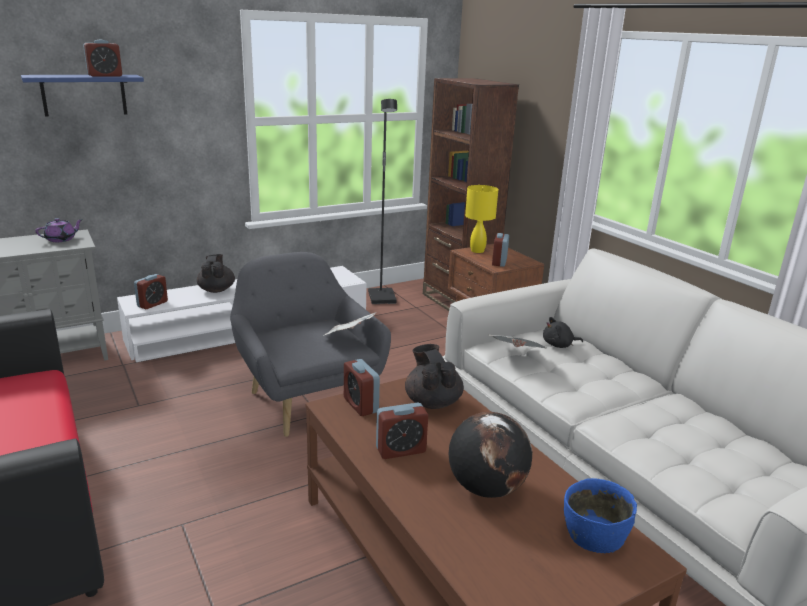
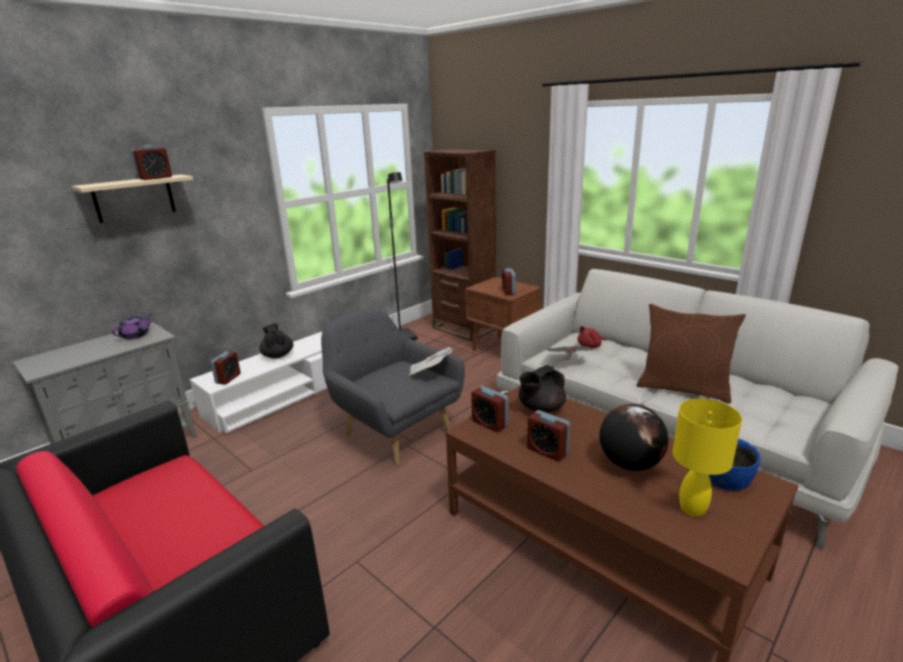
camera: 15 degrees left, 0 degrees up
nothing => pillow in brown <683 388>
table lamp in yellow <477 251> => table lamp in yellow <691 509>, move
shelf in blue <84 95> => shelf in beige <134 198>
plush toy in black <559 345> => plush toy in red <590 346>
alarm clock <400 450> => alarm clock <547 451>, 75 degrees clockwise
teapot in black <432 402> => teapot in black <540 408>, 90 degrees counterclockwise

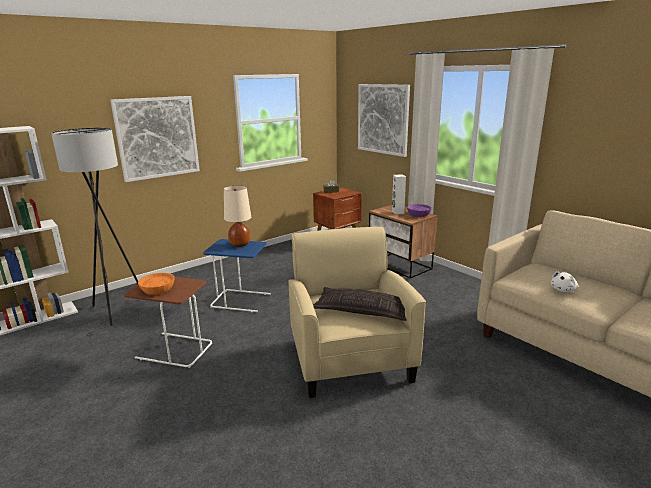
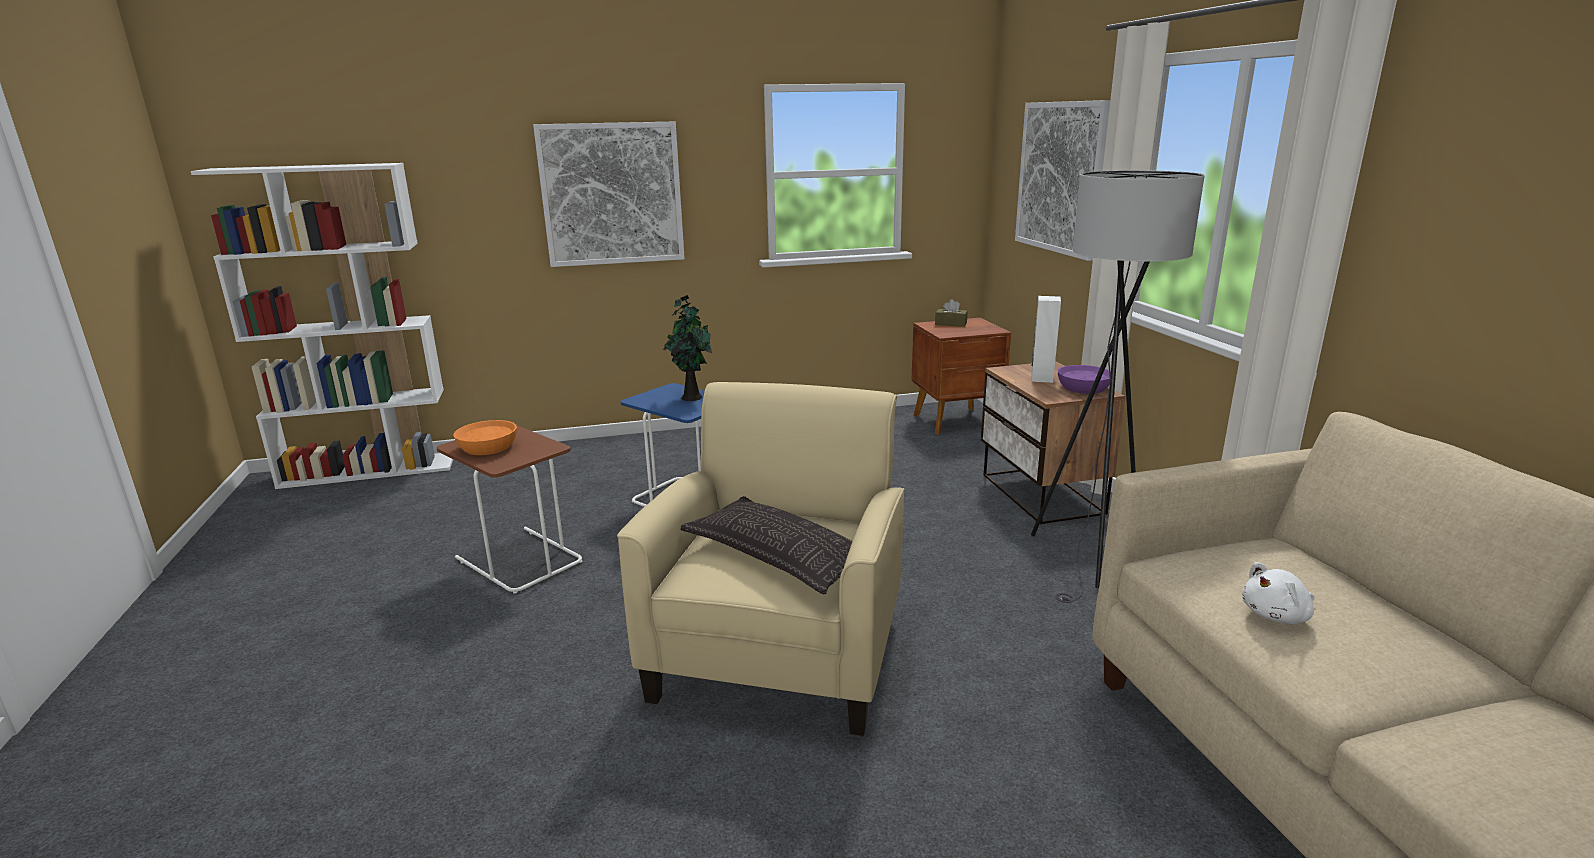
camera: 25 degrees right, 0 degrees up
floor lamp in grey <117 312> => floor lamp in grey <1091 559>, move
table lamp in beige <239 244> => potted plant <690 397>

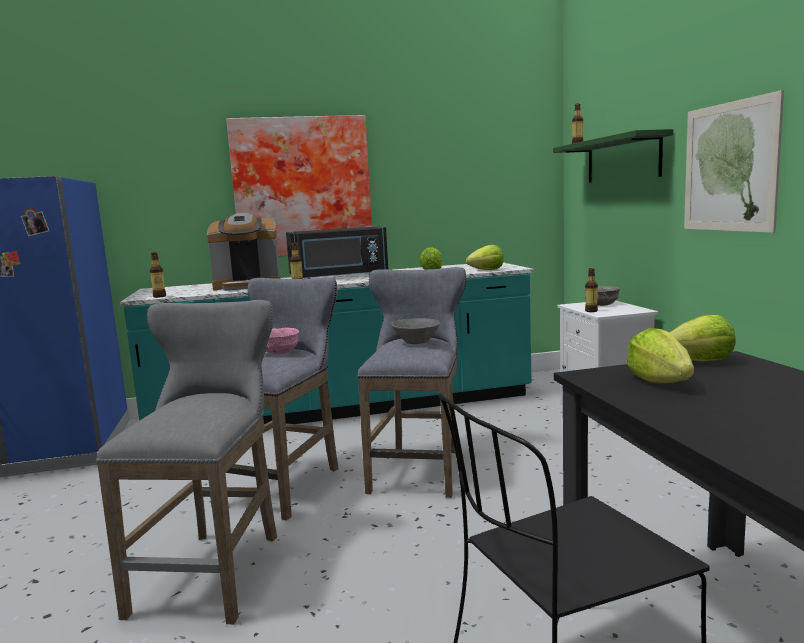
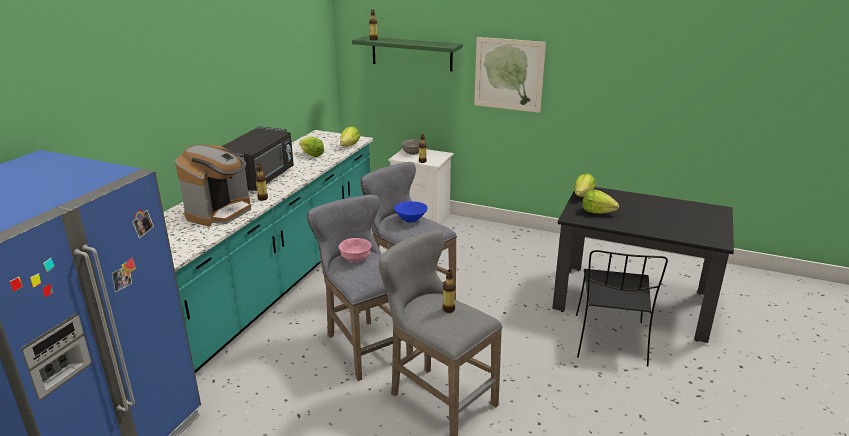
camera: 55 degrees left, 15 degrees up
picture <302 187> => nothing
bottle <159 296> => bottle <448 309>, move
bowl in grey <416 342> => bowl in blue <411 220>

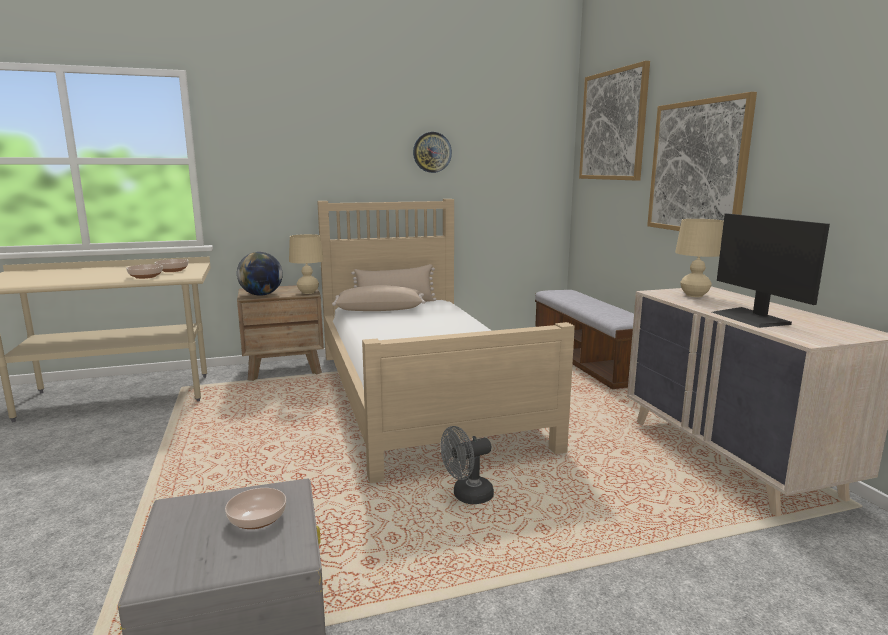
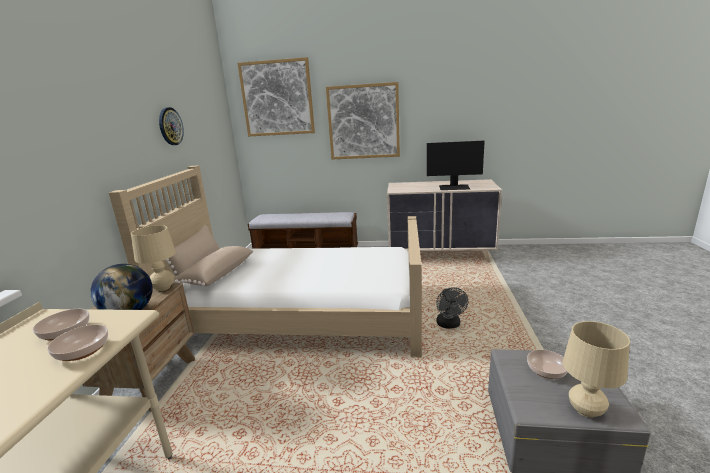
camera: 65 degrees left, 5 degrees up
table lamp in beige <694 295> => table lamp in beige <586 410>, move

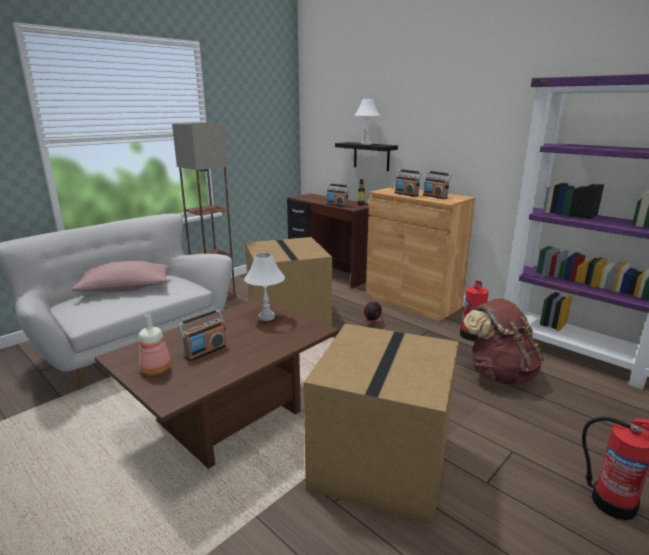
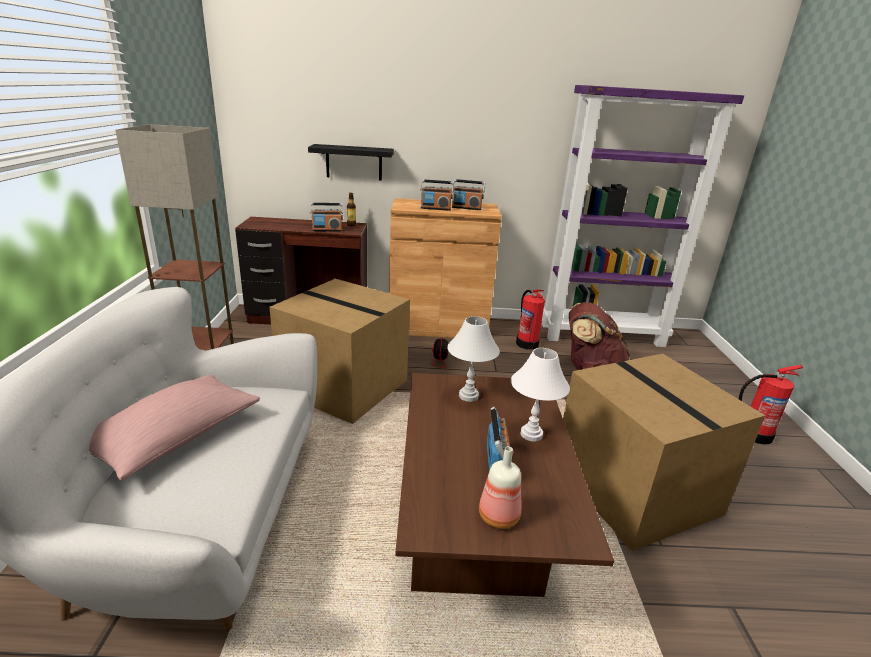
camera: 45 degrees left, 5 degrees up
table lamp in white <366 144> => table lamp in white <531 434>, move

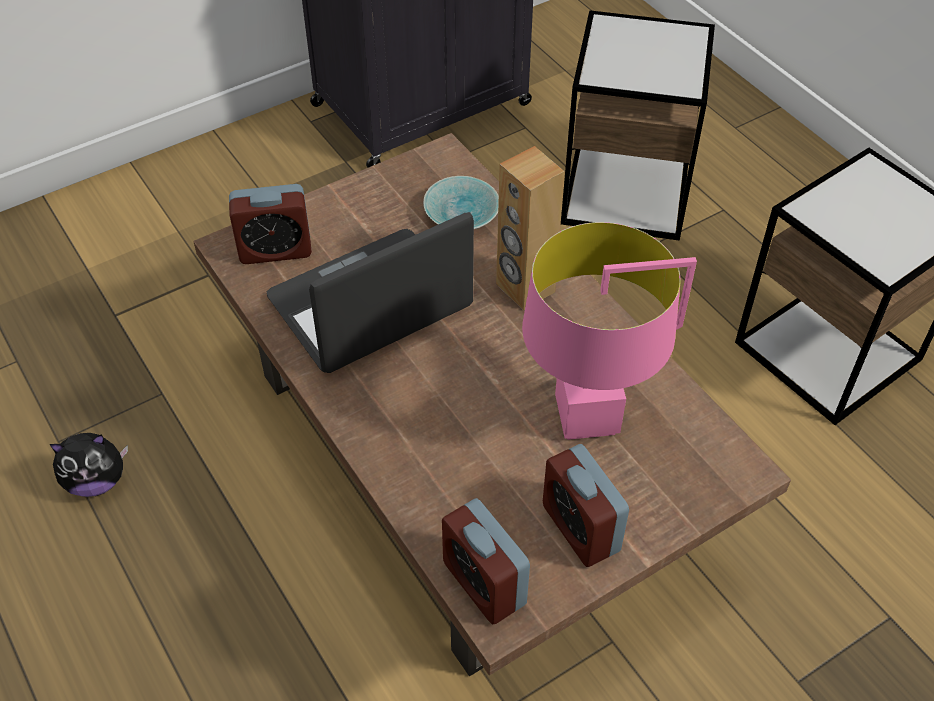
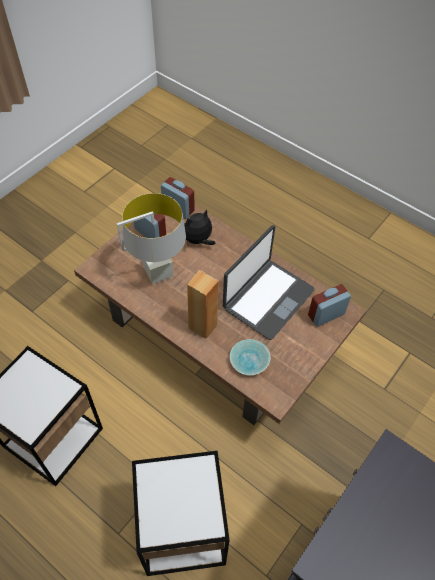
camera: 160 degrees right, 5 degrees up
plush toy <97 481> => plush toy <198 241>, move
table lamp in pink <587 418> => table lamp in grey <158 273>

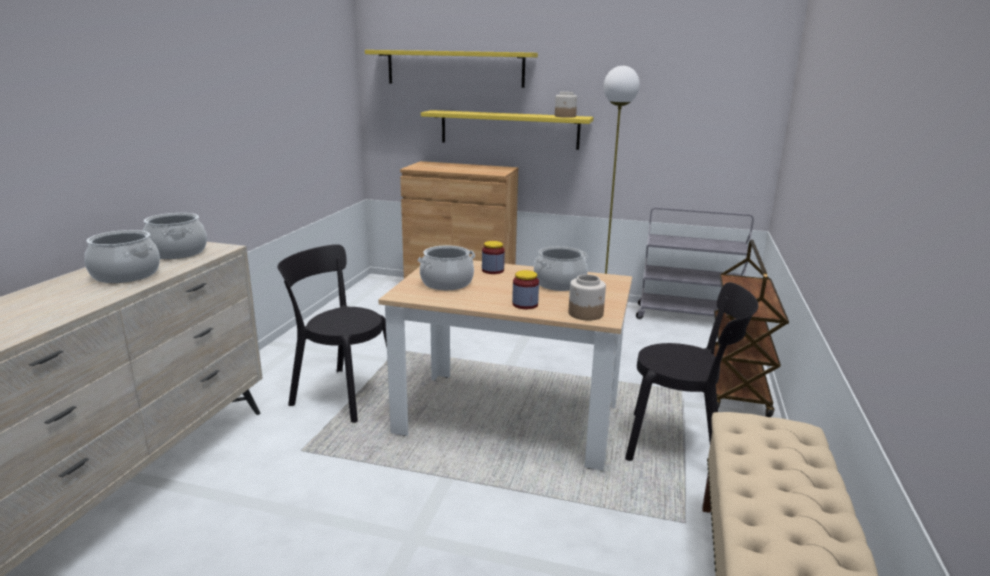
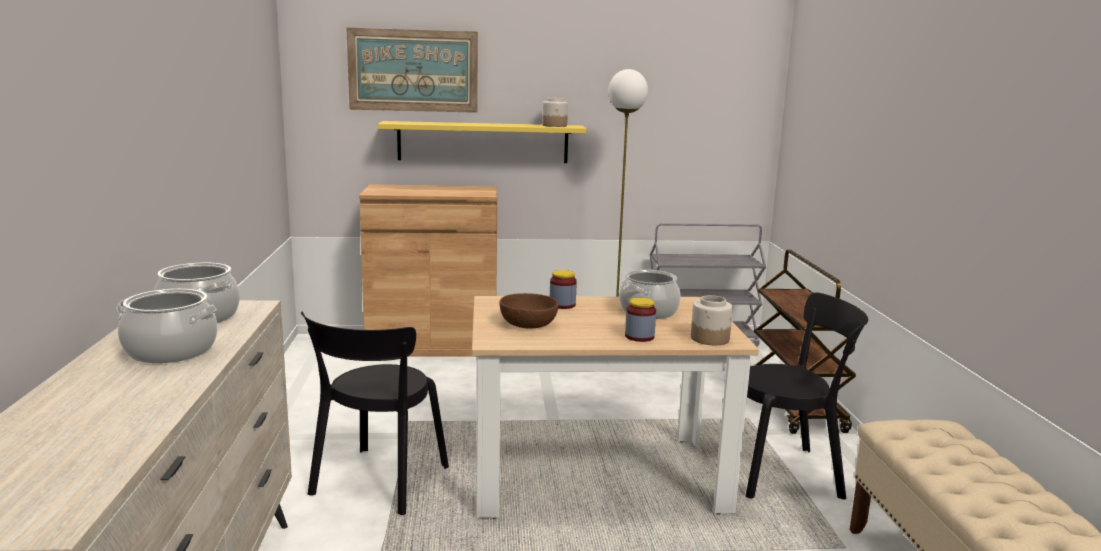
camera: 20 degrees left, 5 degrees down
shelf in yellow <455 68> => picture <413 70>
cooking pot <446 283> => bowl in brown <528 323>
chair in black <341 393> => chair in black <377 483>, 75 degrees counterclockwise

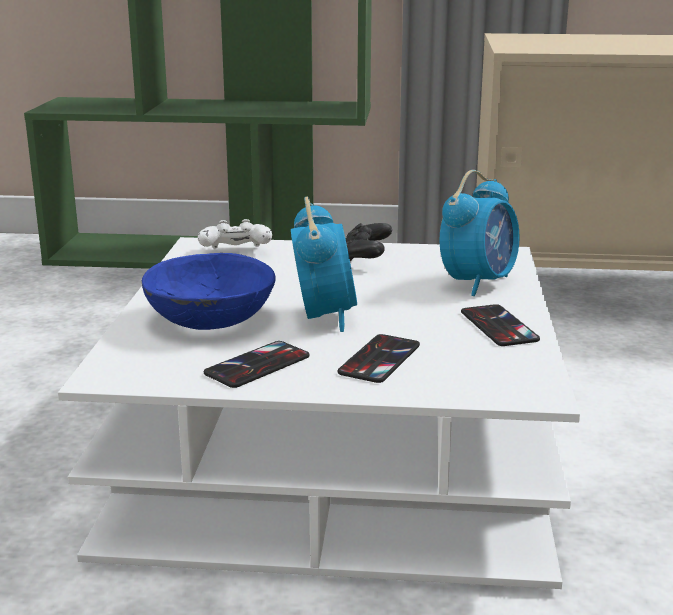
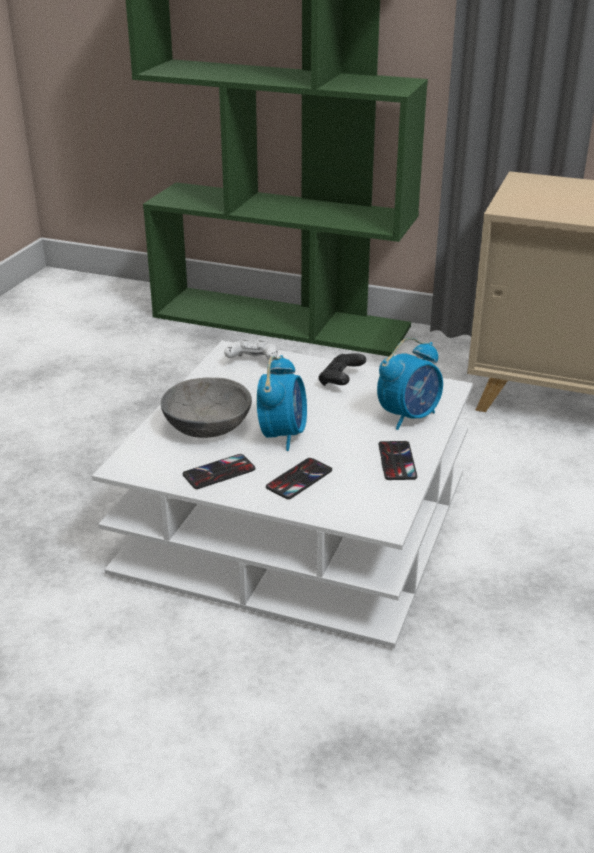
camera: 15 degrees right, 10 degrees up
bowl in blue <209 319> => bowl in grey <206 426>

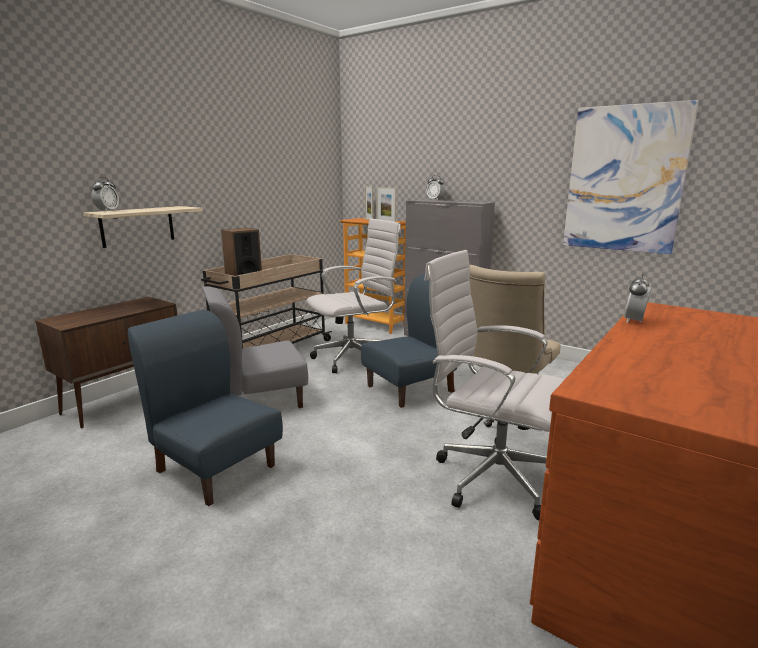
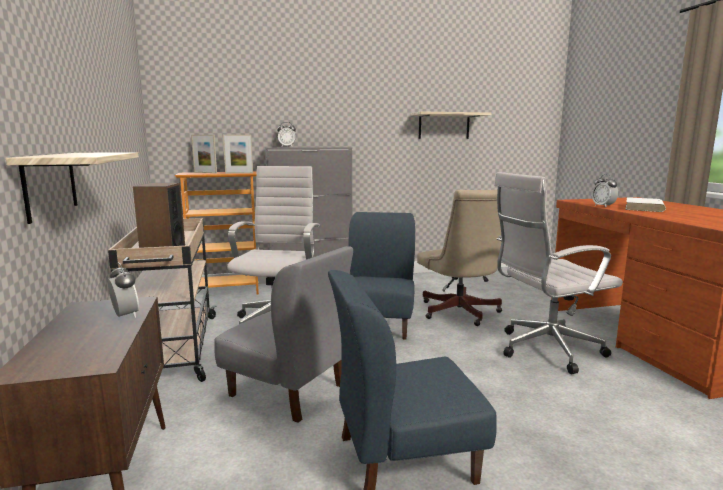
camera: 50 degrees left, 5 degrees down
nothing => book in white <644 208>
alarm clock <107 211> => alarm clock <125 316>, move
picture <624 179> => shelf <444 126>
chair in grey <260 401> => chair in grey <288 390>, 75 degrees counterclockwise

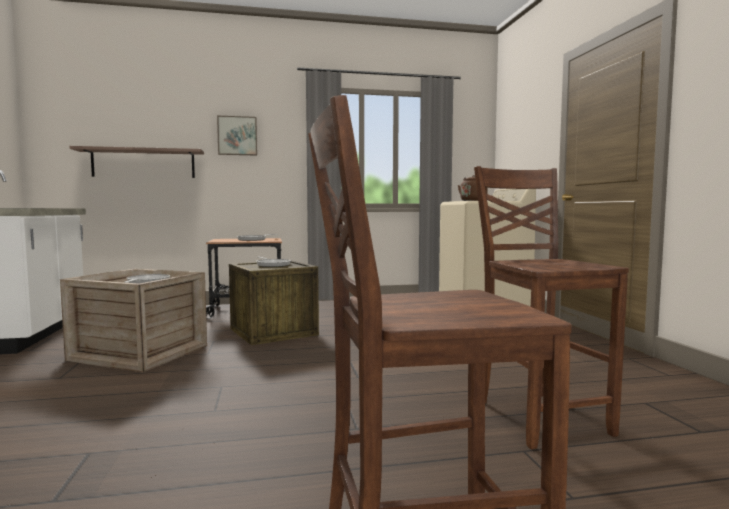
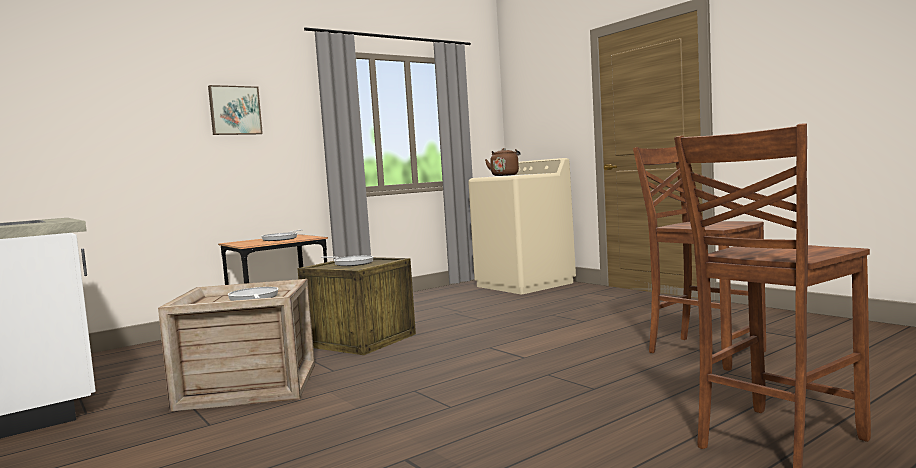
camera: 25 degrees left, 0 degrees up
shelf <143 163> => nothing

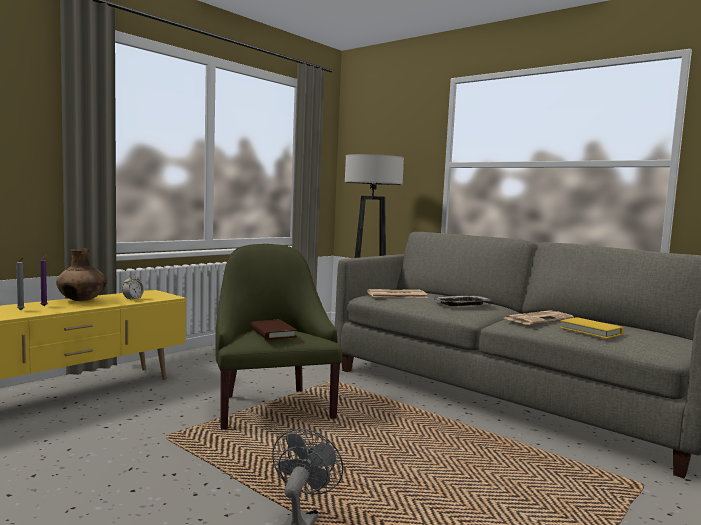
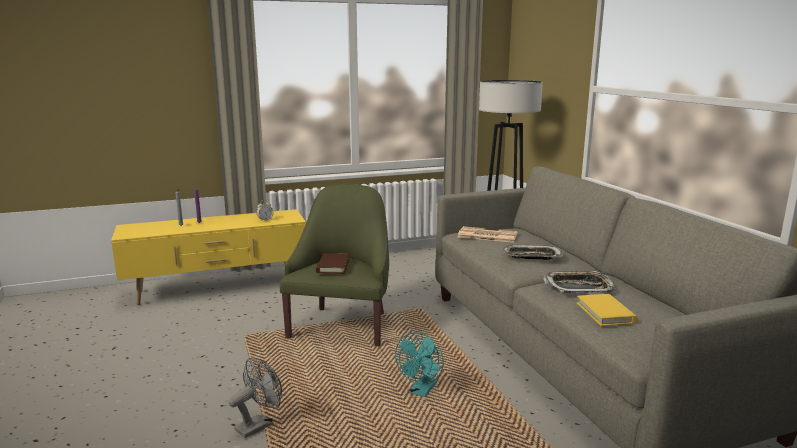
camera: 30 degrees right, 10 degrees up
vase in brown <82 300> => nothing
nothing => fan in turquoise <421 391>
newspaper <538 318> => tray <578 287>

